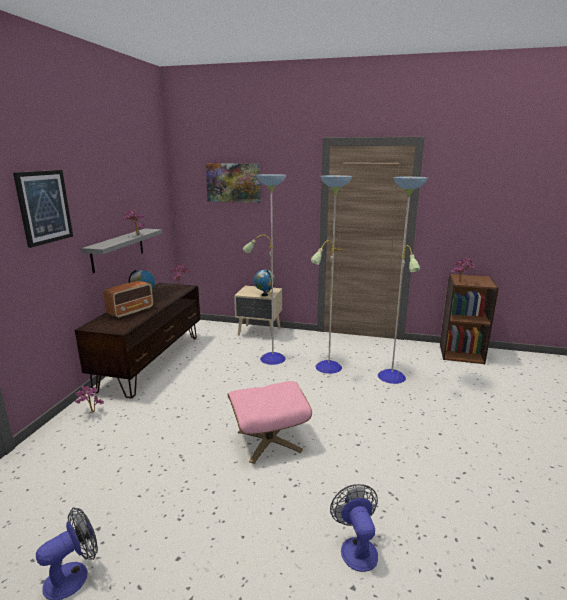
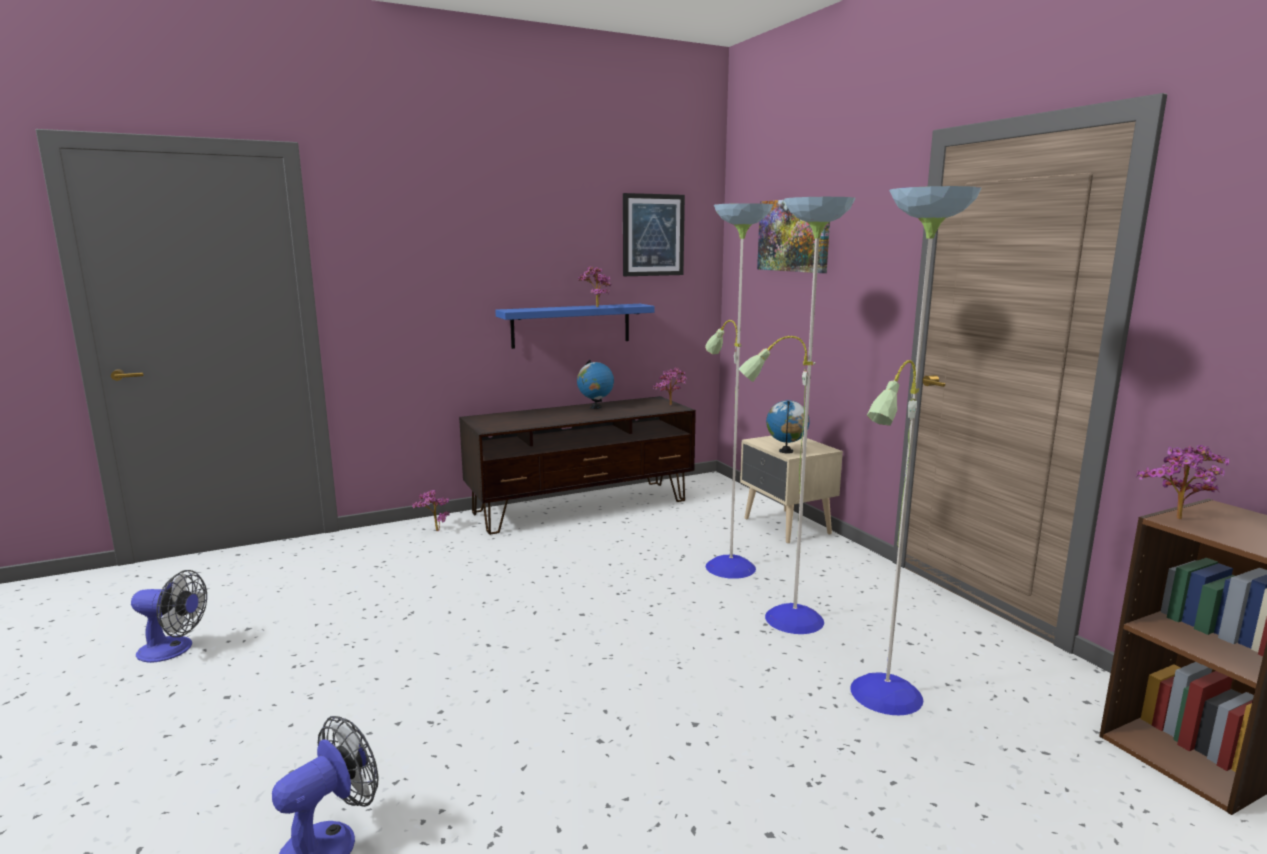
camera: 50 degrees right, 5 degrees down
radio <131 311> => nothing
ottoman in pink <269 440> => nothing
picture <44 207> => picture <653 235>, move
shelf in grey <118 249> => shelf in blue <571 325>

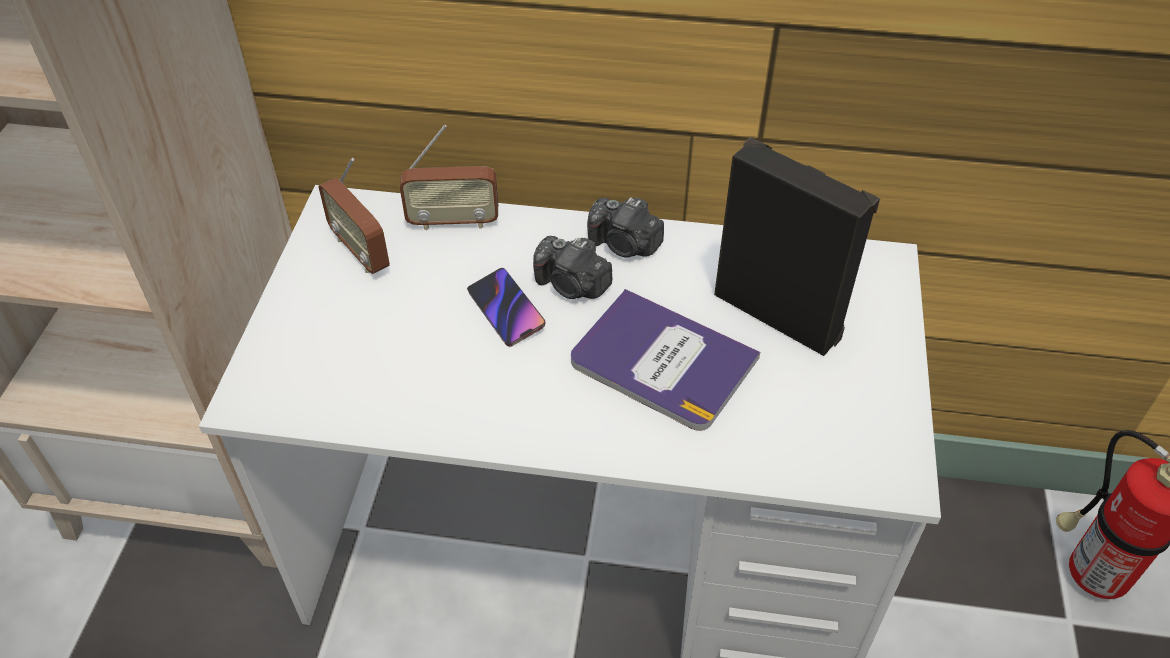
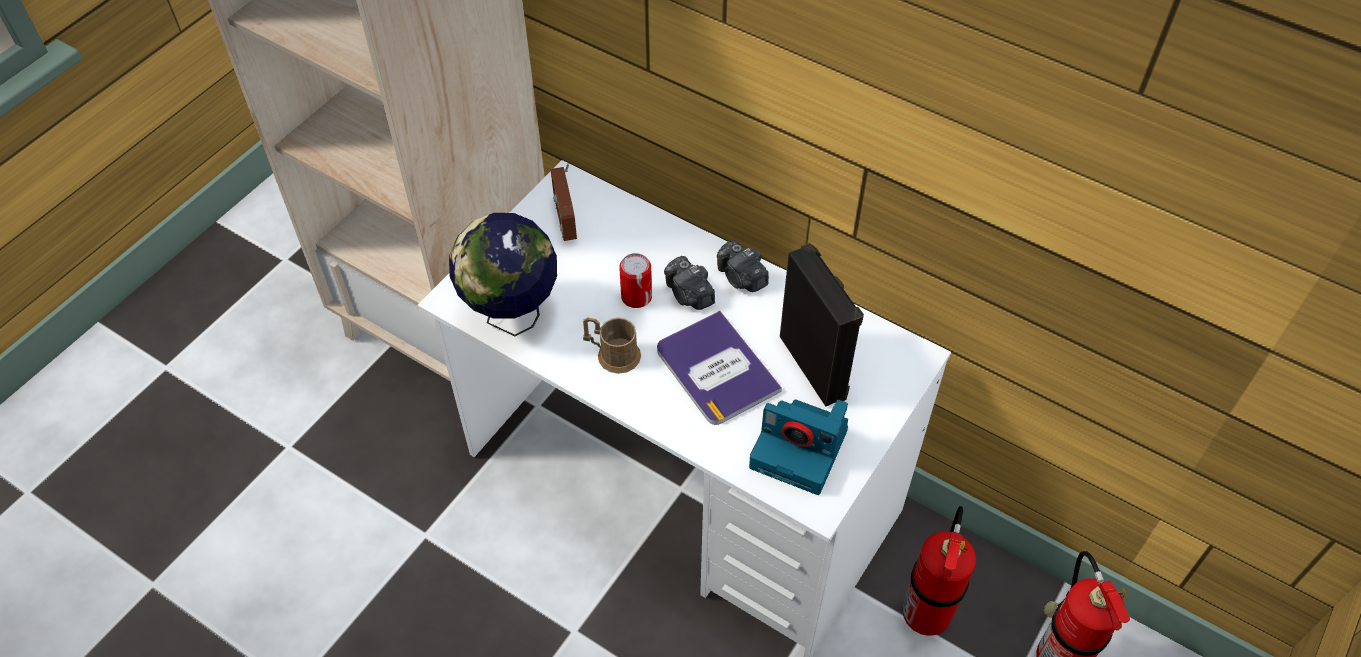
camera: 25 degrees right, 5 degrees up
radio <453 222> => nothing
nothing => globe <512 316>
nothing => mug in brown <612 354>
nothing => photo camera <801 449>
nothing => fire extinguisher <926 611>
phone <506 310> => can <636 297>

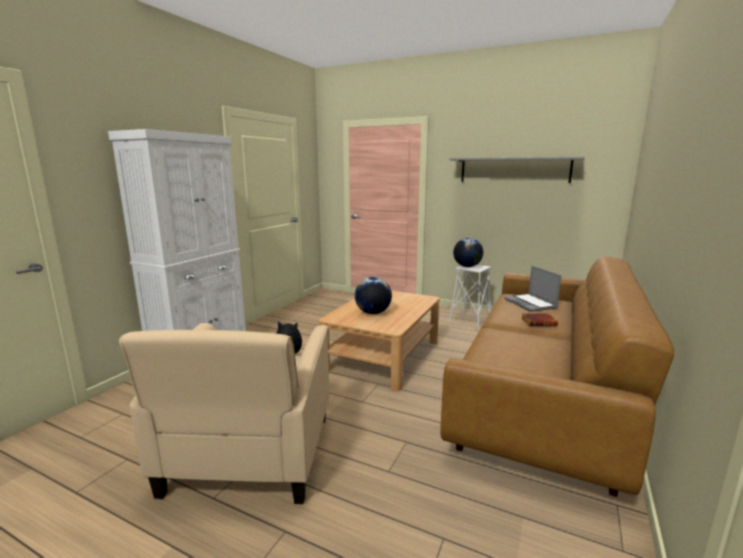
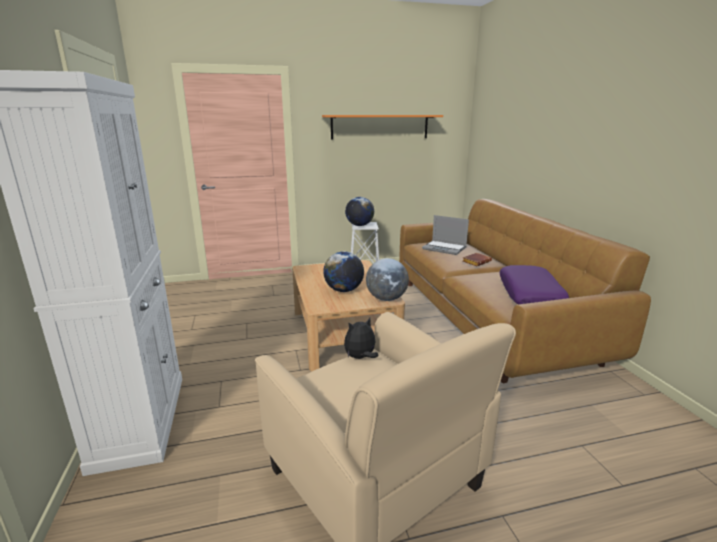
camera: 40 degrees left, 5 degrees up
nothing => globe <386 299>
nothing => pillow in purple <530 294>
shelf in grey <514 170> => shelf in orange <380 126>

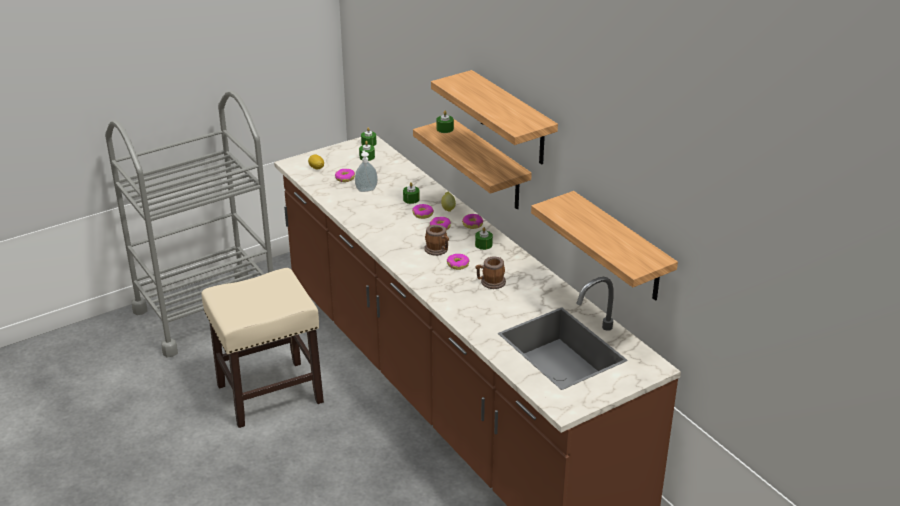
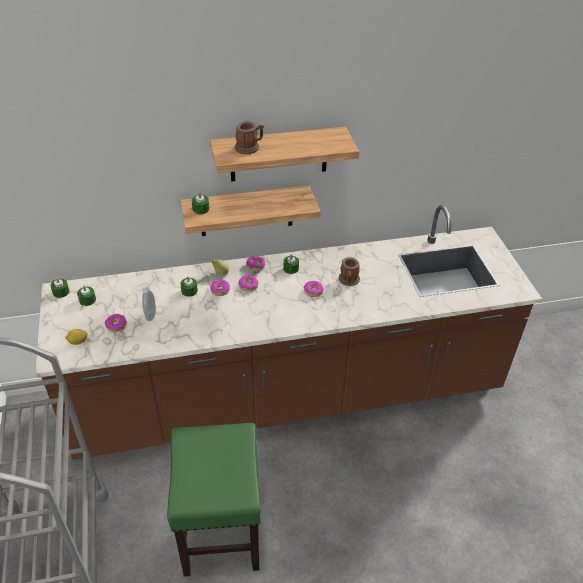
camera: 70 degrees left, 10 degrees up
shelf <621 248> => nothing
mug <438 250> => mug <249 147>, move
stool in beige <268 394> => stool in green <221 531>

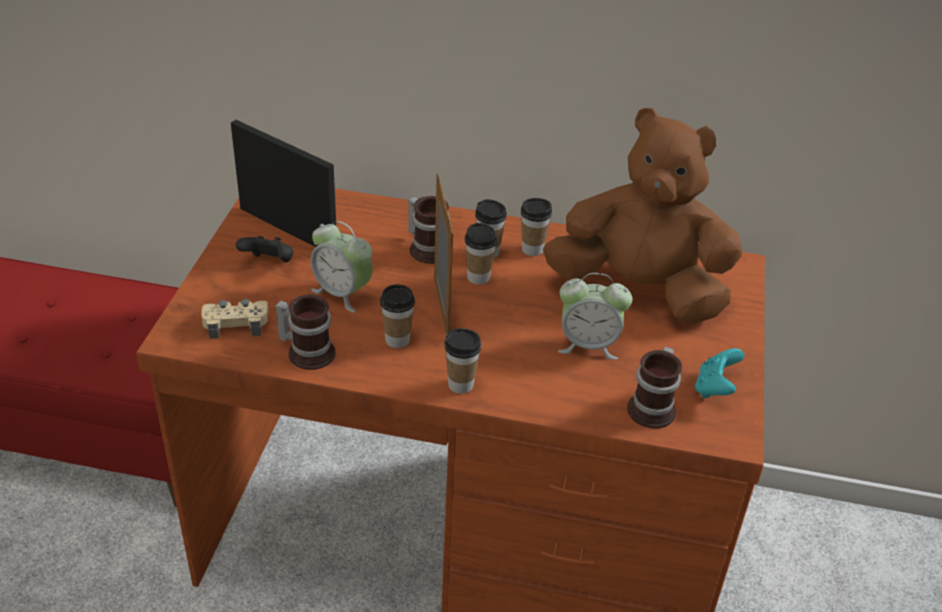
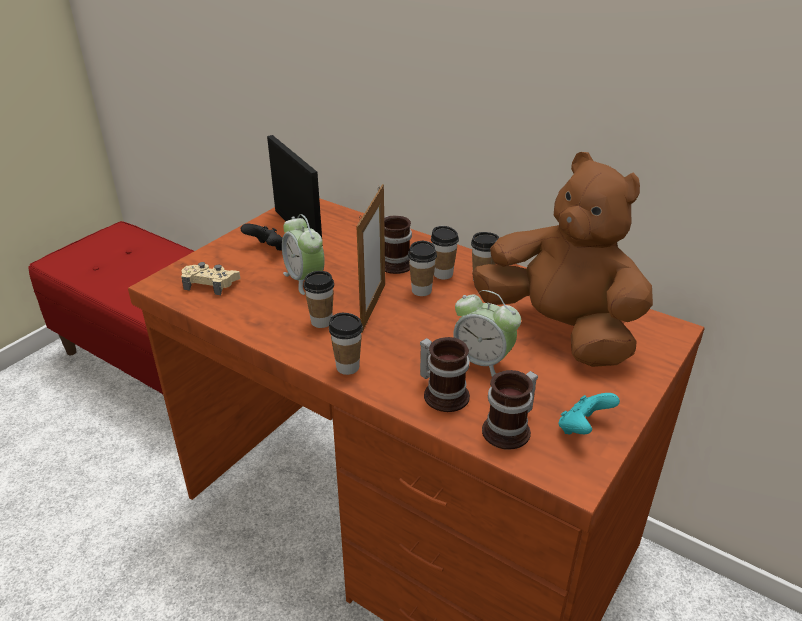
camera: 25 degrees right, 5 degrees down
mug <308 351> => mug <444 393>, move

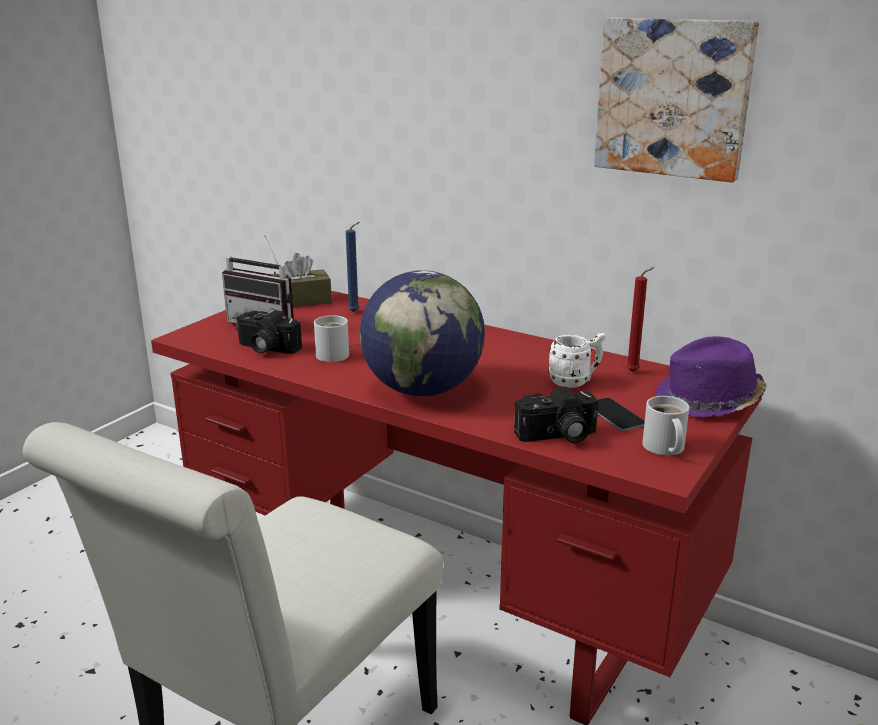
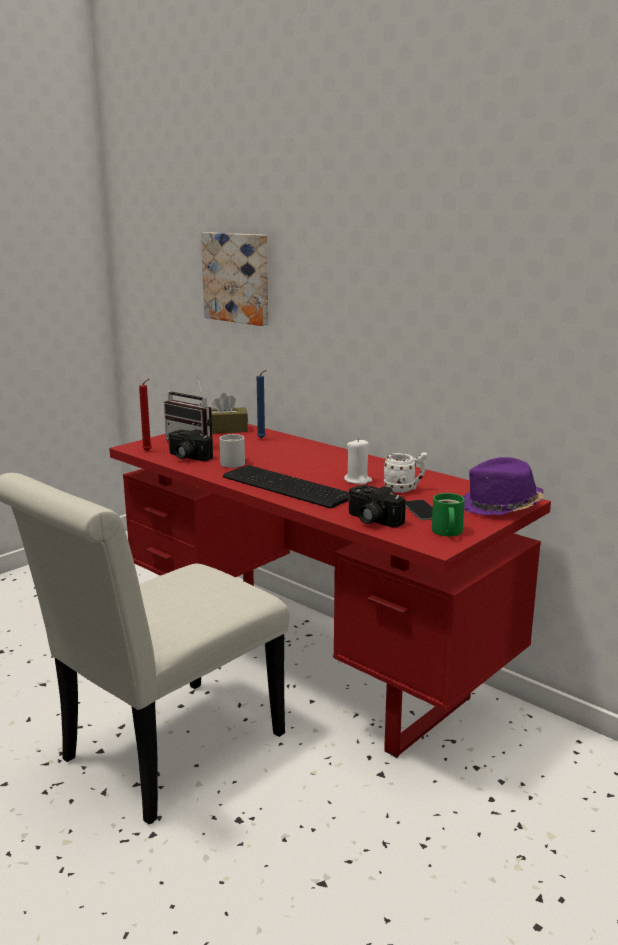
camera: 10 degrees right, 5 degrees down
nothing => candle in white <358 480>
picture <674 97> => picture <238 277>, move
candle in red <634 371> => candle in red <148 451>, move
globe <422 390> => keyboard <287 487>
mug in white <663 448> => mug in green <446 532>
photo camera <558 436> => photo camera <371 520>, 45 degrees clockwise

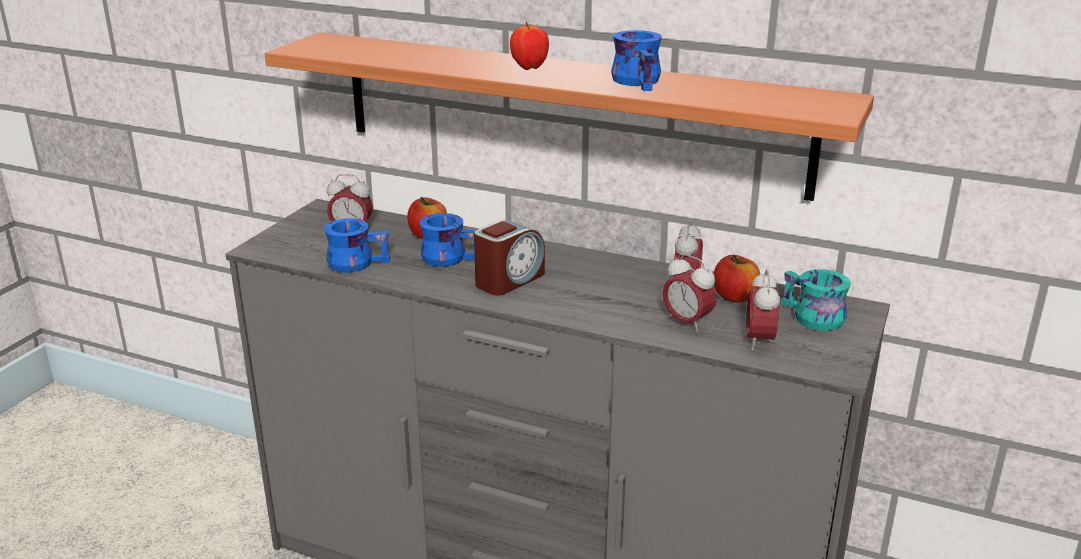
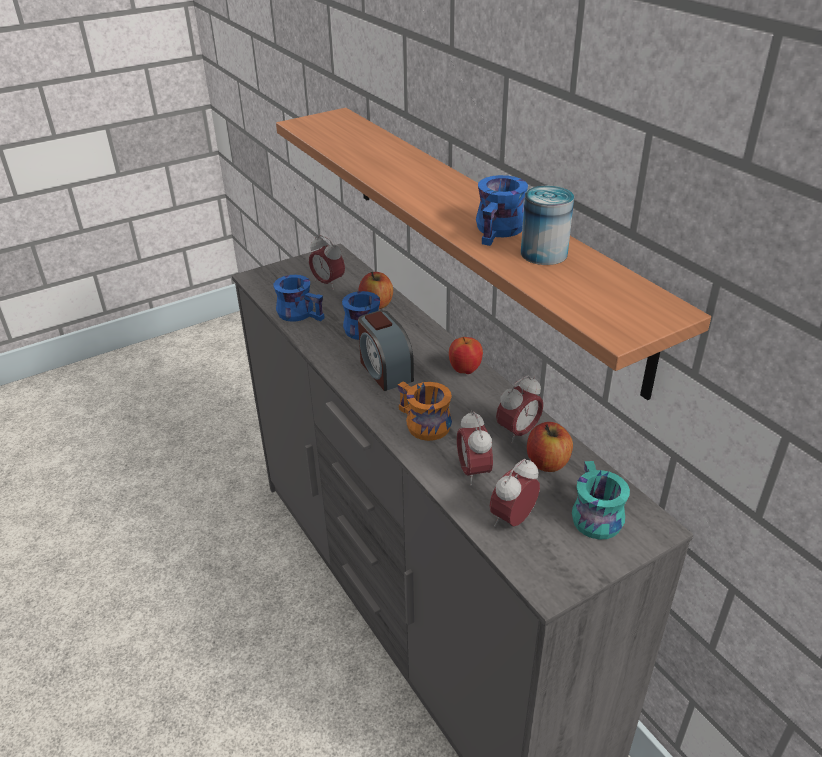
camera: 35 degrees right, 10 degrees up
nothing => mug in orange <421 425>
nothing => can <544 253>
apple <529 68> => apple <465 370>, move
alarm clock <509 280> => alarm clock <385 370>, 75 degrees clockwise

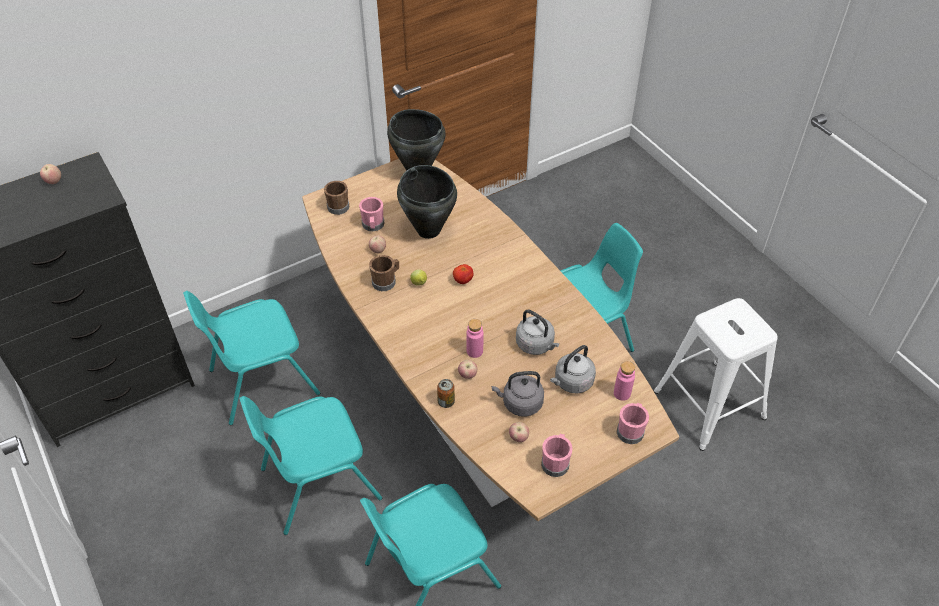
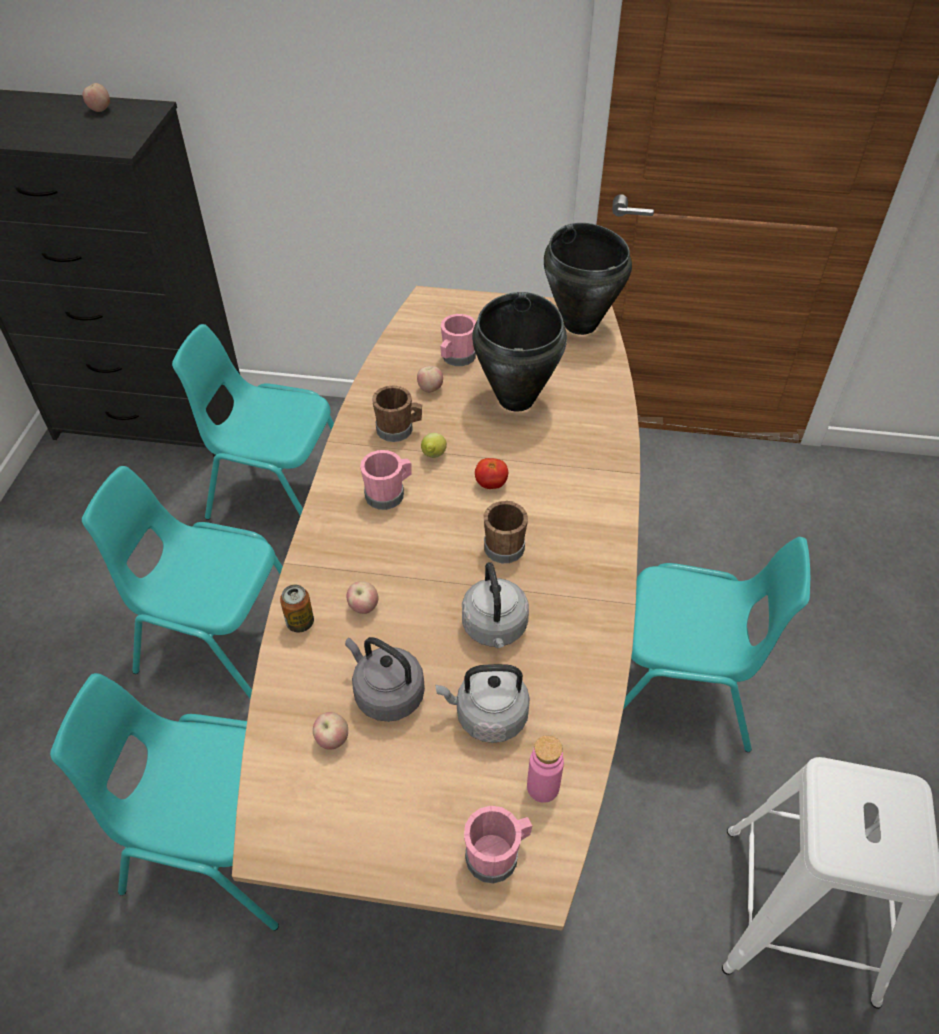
camera: 40 degrees right, 0 degrees up
bottle in pink <474 351> => nothing
mug in brown <337 205> => mug in brown <505 544>, move
mug in pink <556 462> => mug in pink <389 494>, move

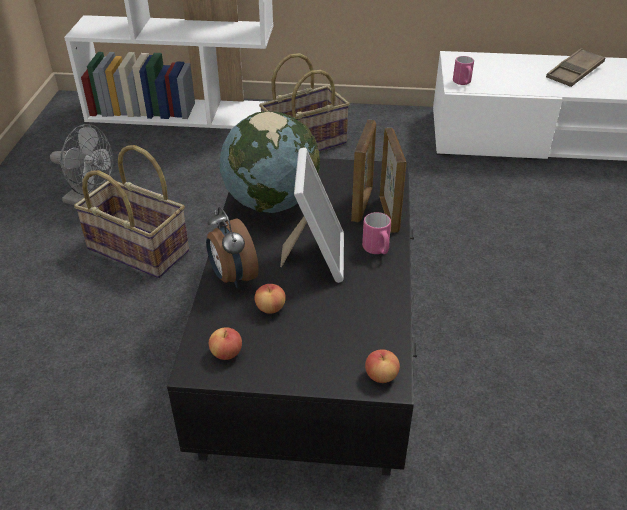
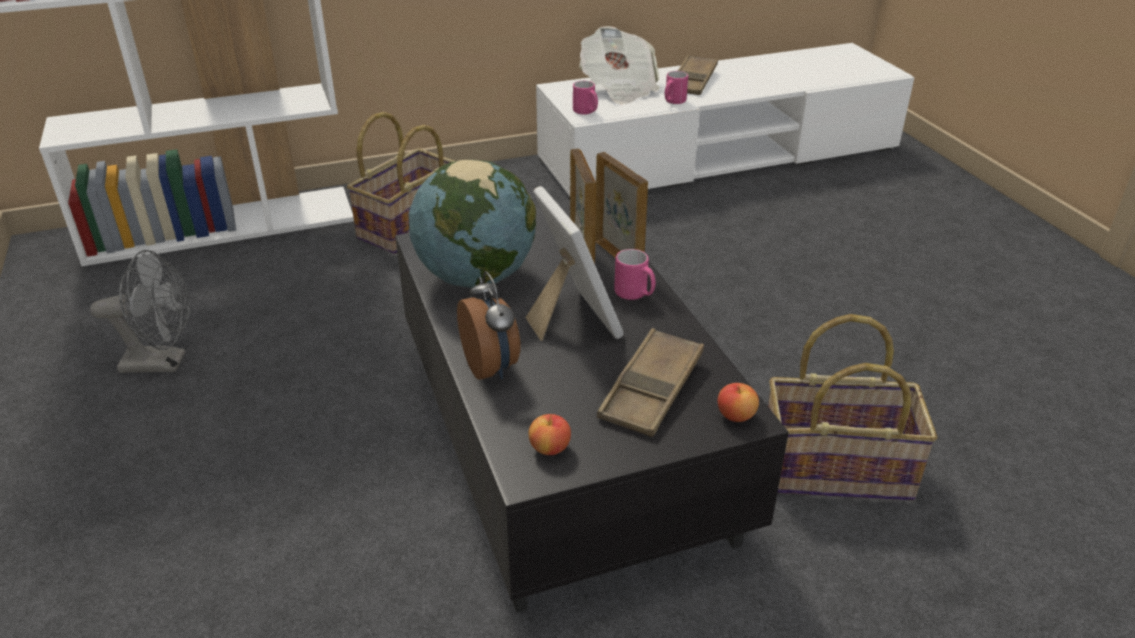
camera: 25 degrees left, 5 degrees down
apple <270 308> => nothing
nothing => newspaper <619 88>
nothing => tray in brown <651 389>
nothing => mug in pink <673 102>
basket <140 249> => basket <836 468>, move
alarm clock <232 277> => alarm clock <492 367>, 150 degrees counterclockwise

